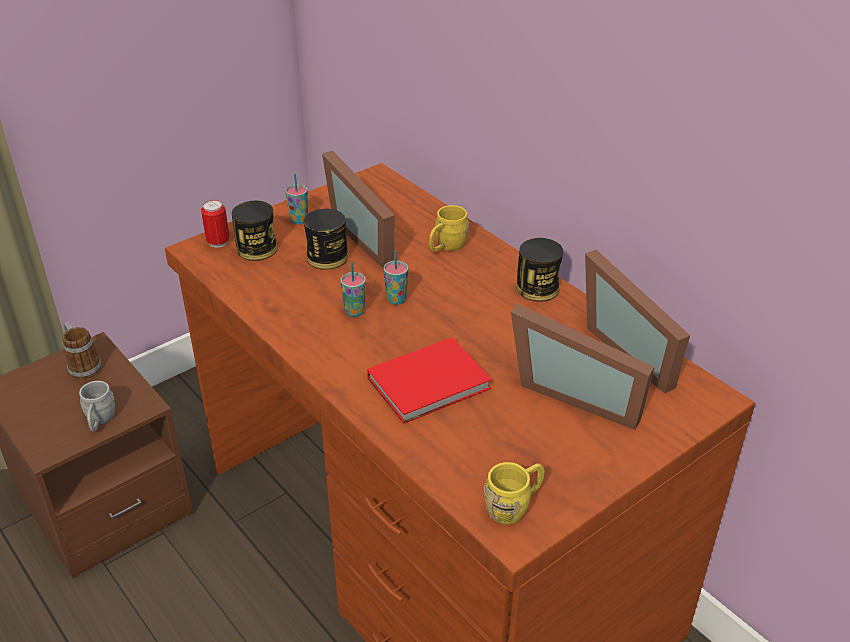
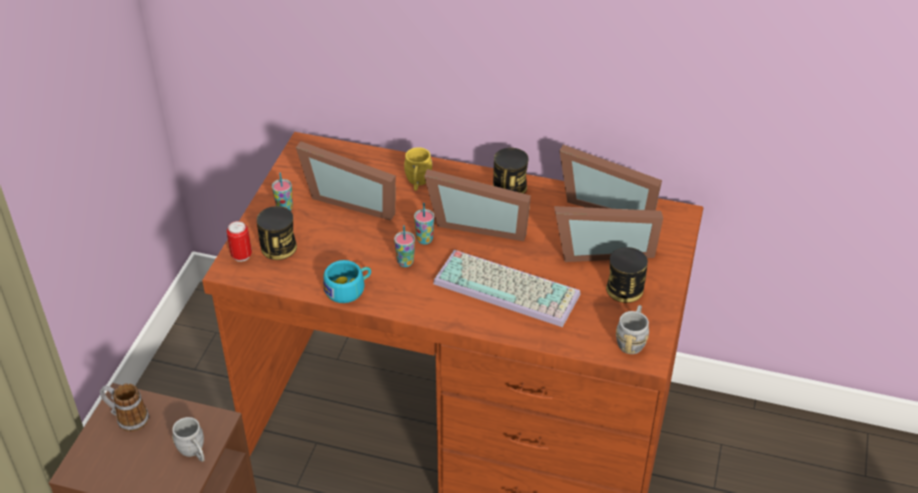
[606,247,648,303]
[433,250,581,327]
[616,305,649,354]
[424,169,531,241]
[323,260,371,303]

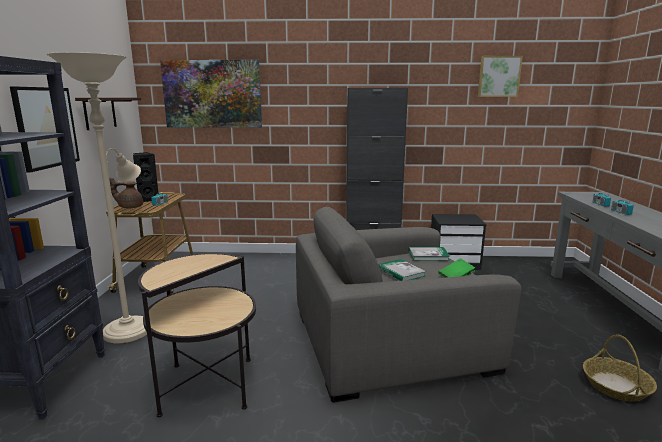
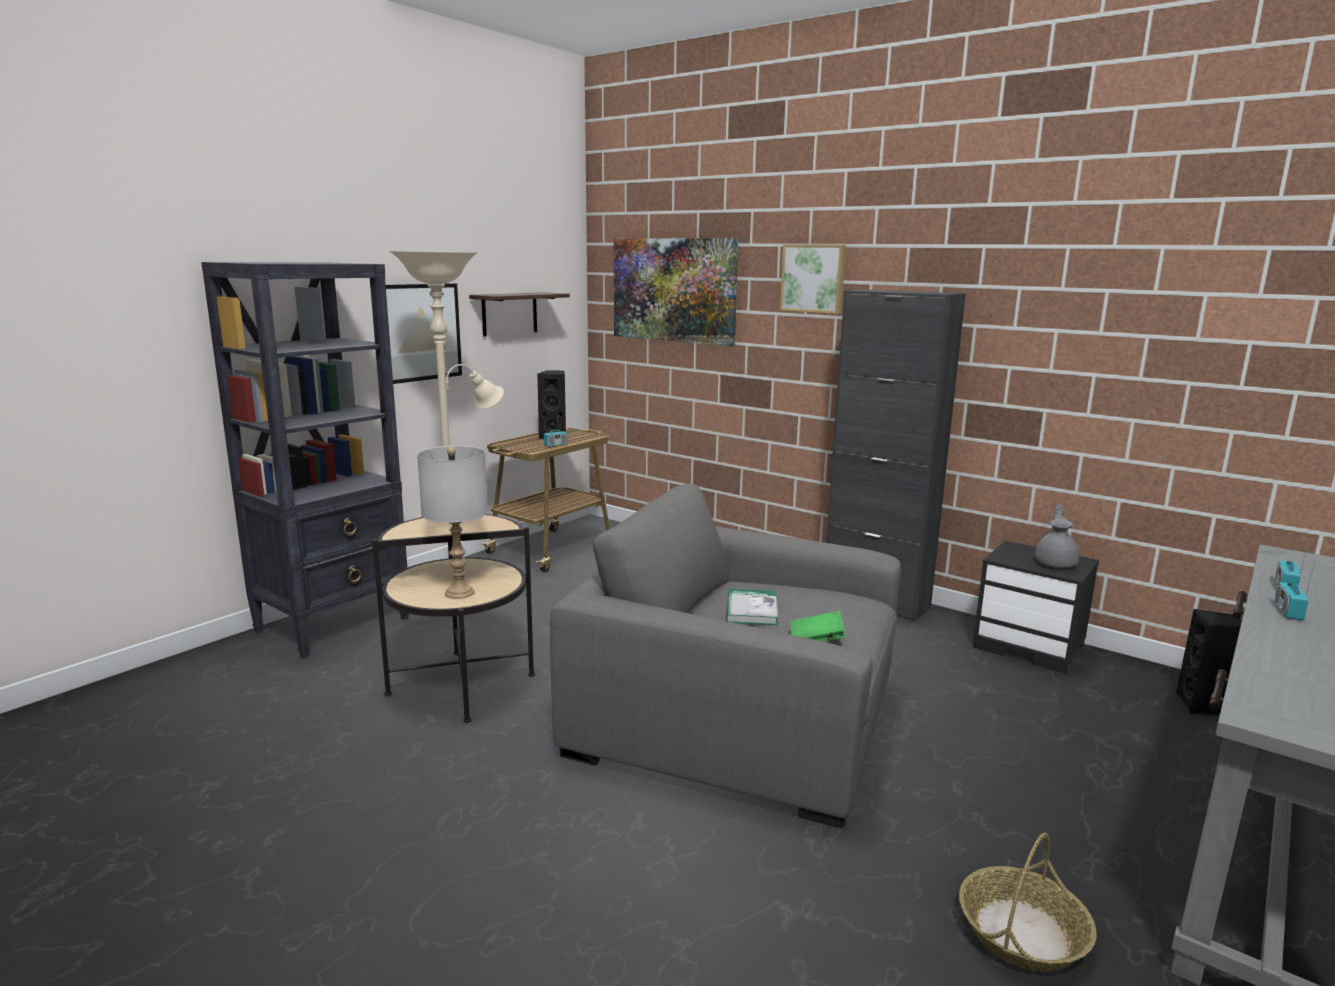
[780,245,846,314]
[109,177,143,208] (first image)
[409,247,450,261] (first image)
[417,446,488,599]
[1035,504,1079,568]
[1176,609,1242,715]

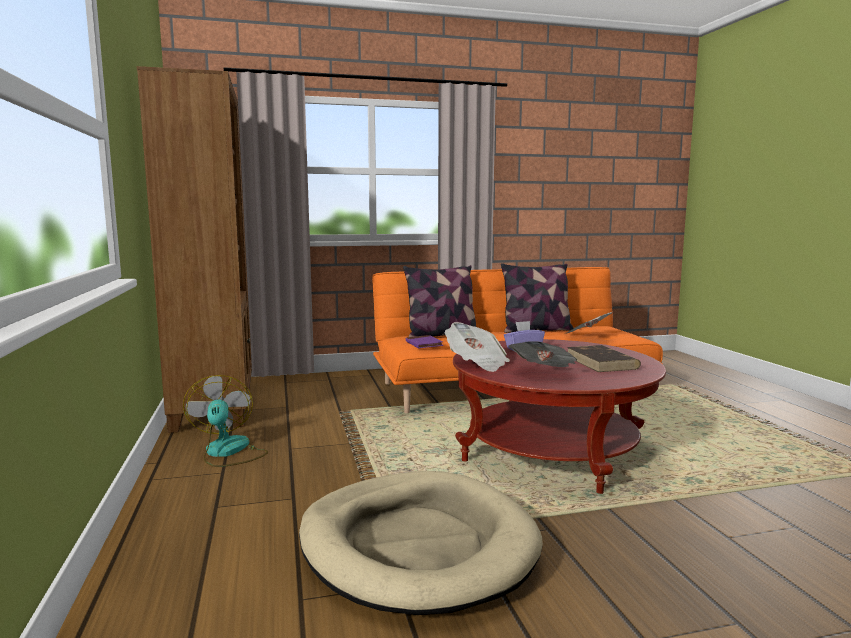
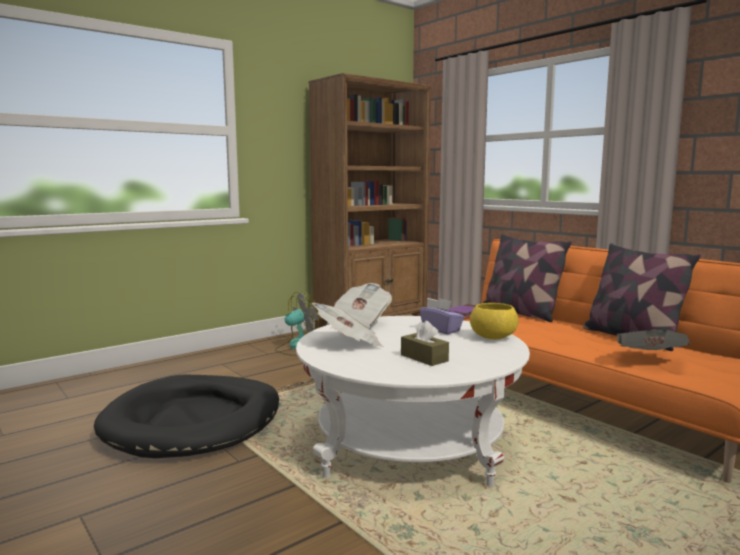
[296,316,530,487]
[401,320,449,366]
[94,375,279,458]
[470,303,519,339]

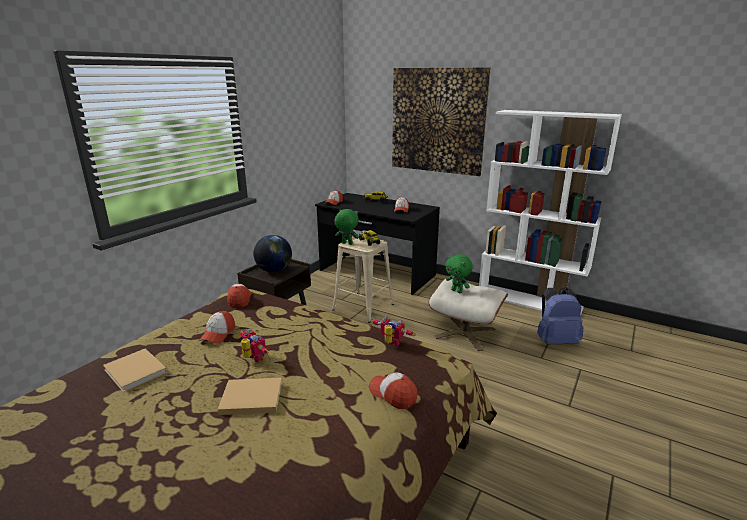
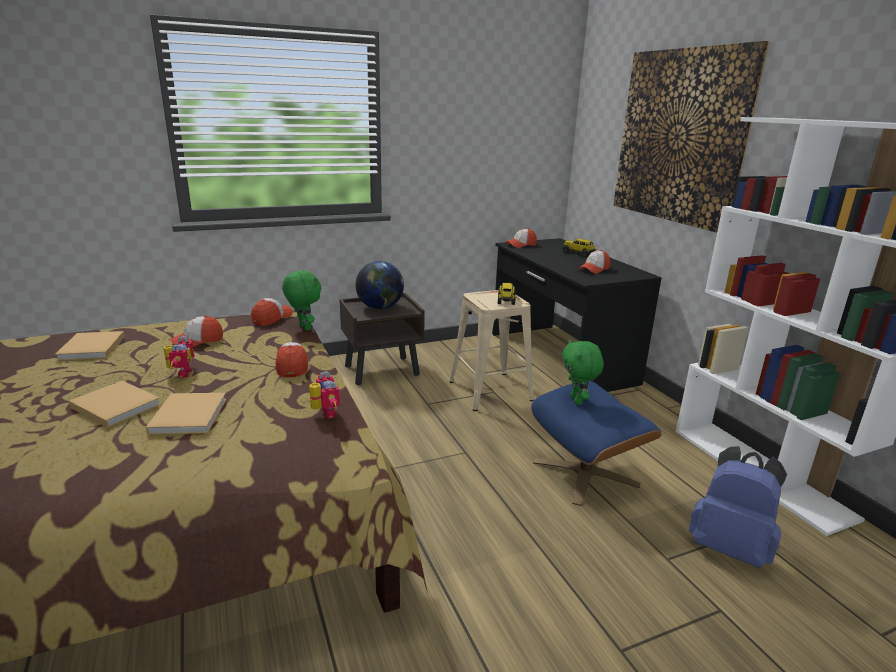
[282,270,321,331]
[531,381,661,506]
[276,342,309,377]
[146,393,227,435]

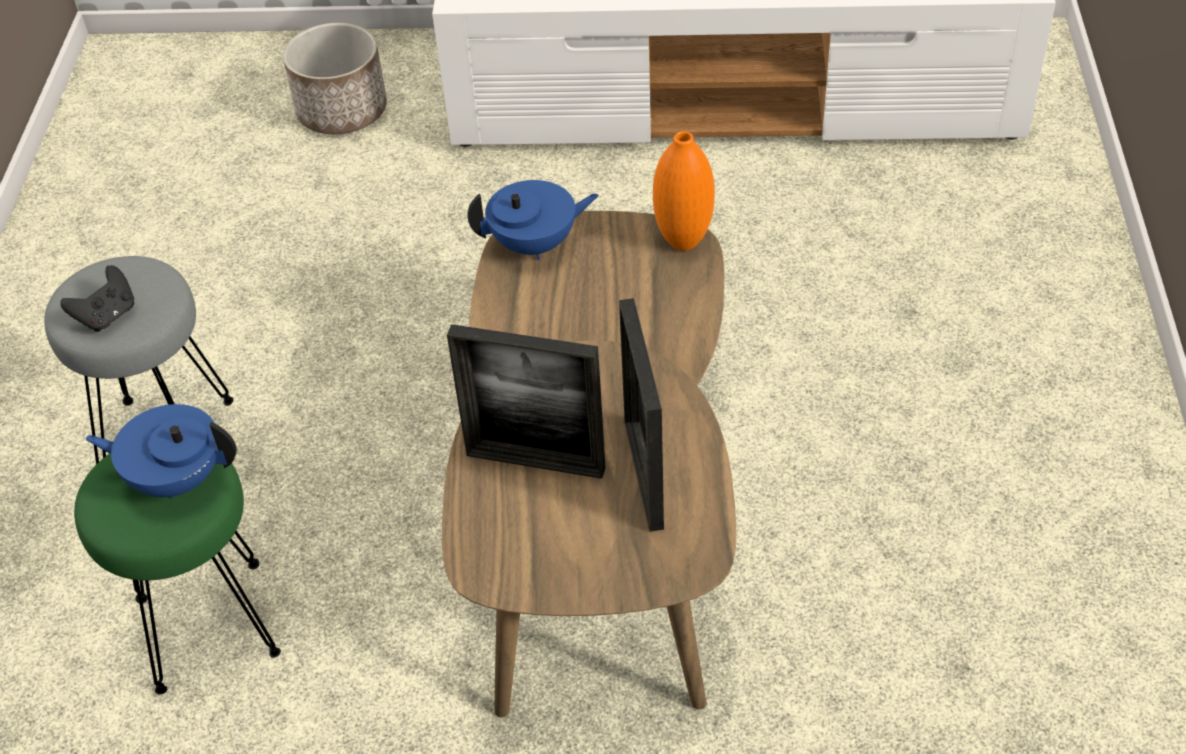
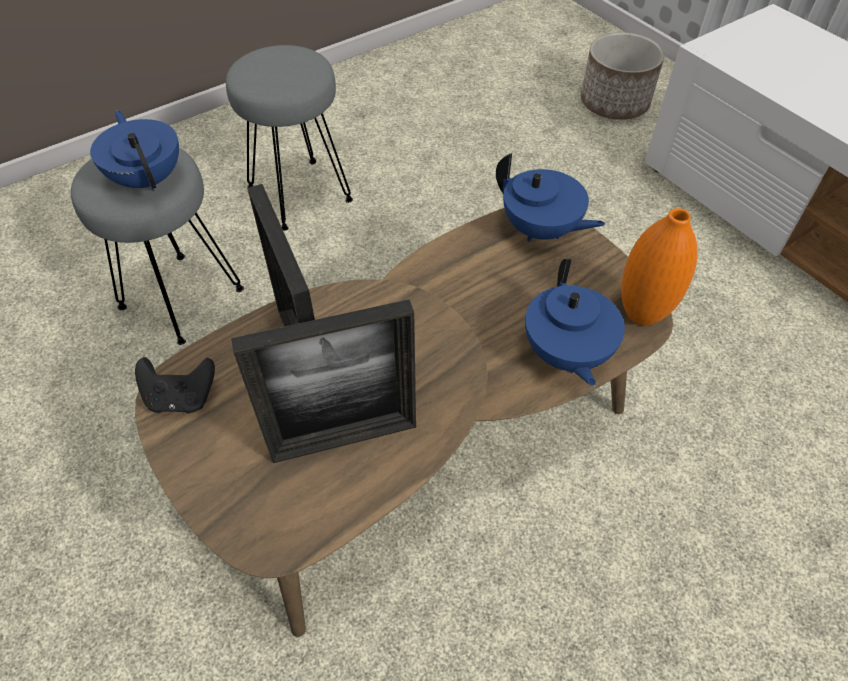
[135,357,215,413]
[231,299,416,463]
[71,148,244,345]
[525,259,625,386]

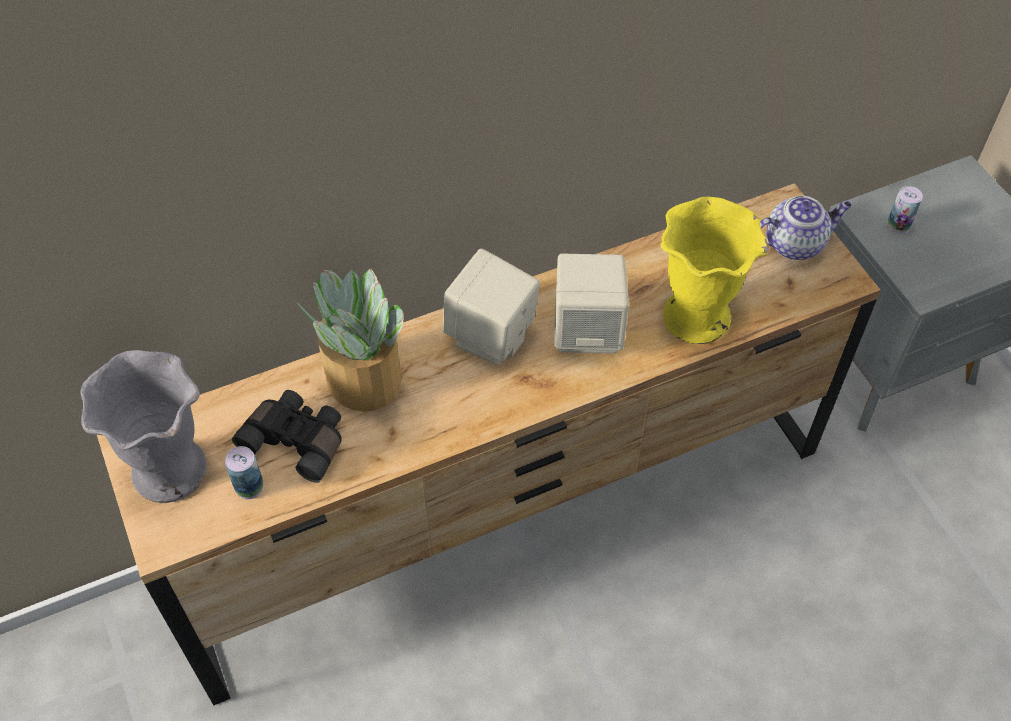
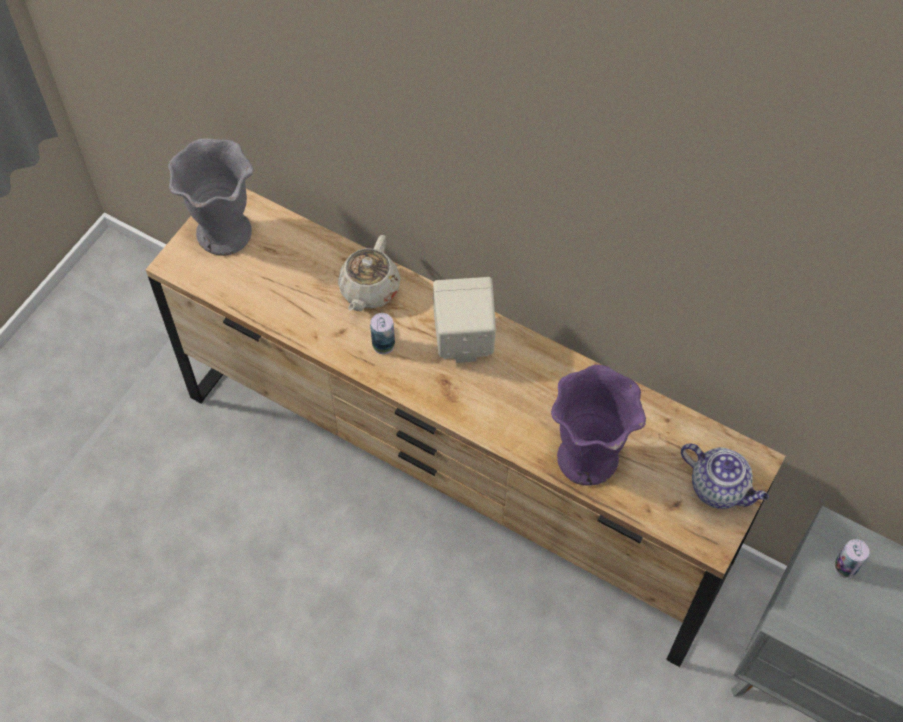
[551,365,646,486]
[554,253,629,353] (first image)
[338,235,400,311]
[232,390,342,483] (first image)
[370,313,395,354]

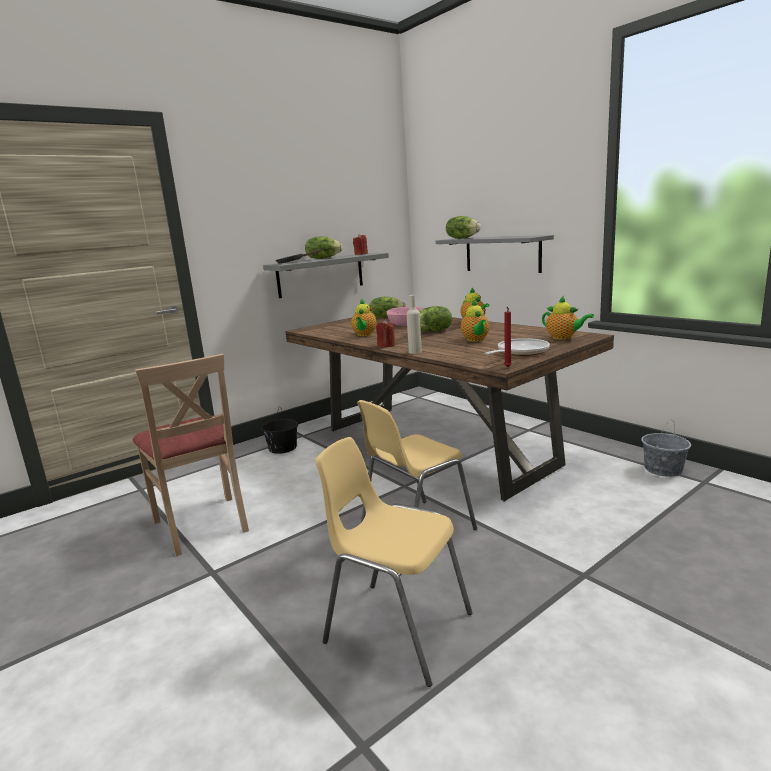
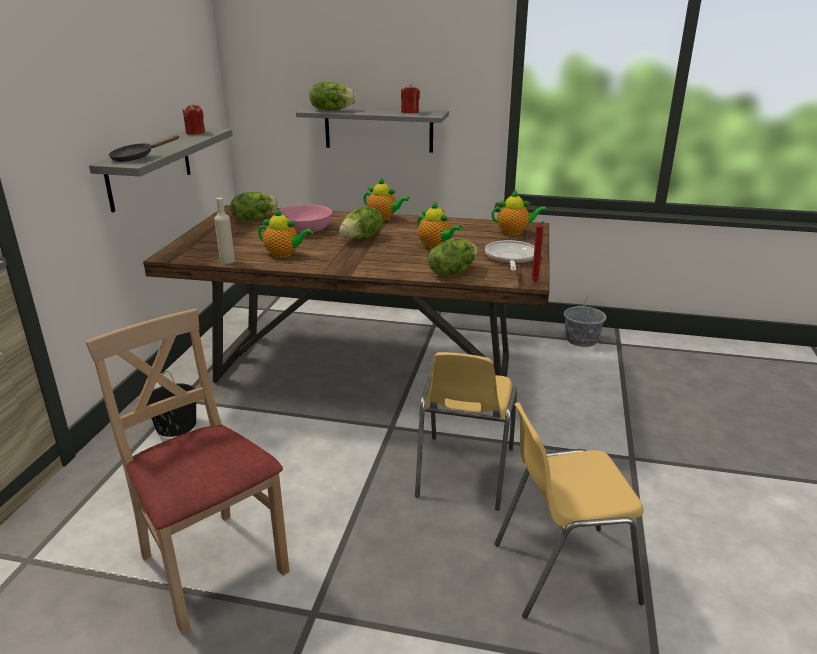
[428,239,478,276]
[214,197,235,264]
[258,208,313,258]
[401,84,420,113]
[85,309,290,634]

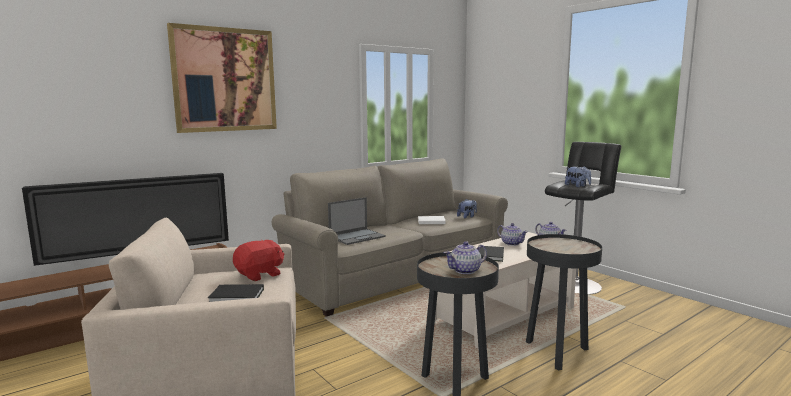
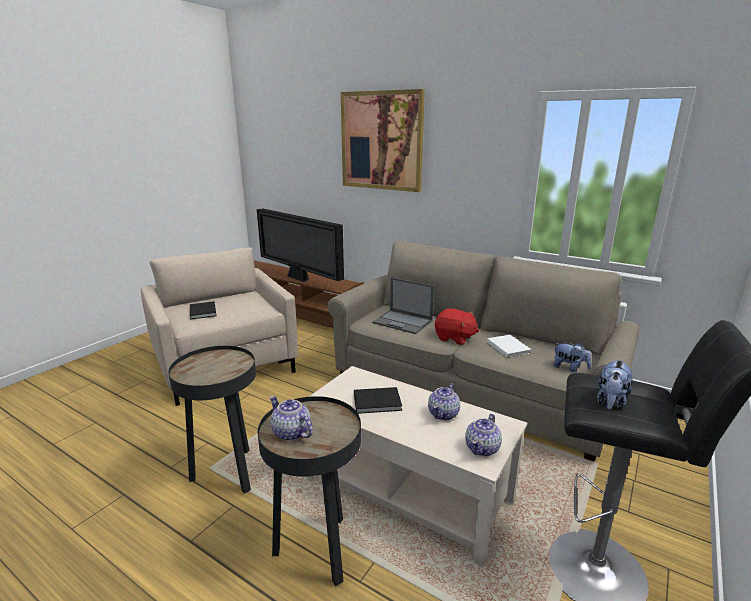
[435,308,479,345]
[270,396,313,441]

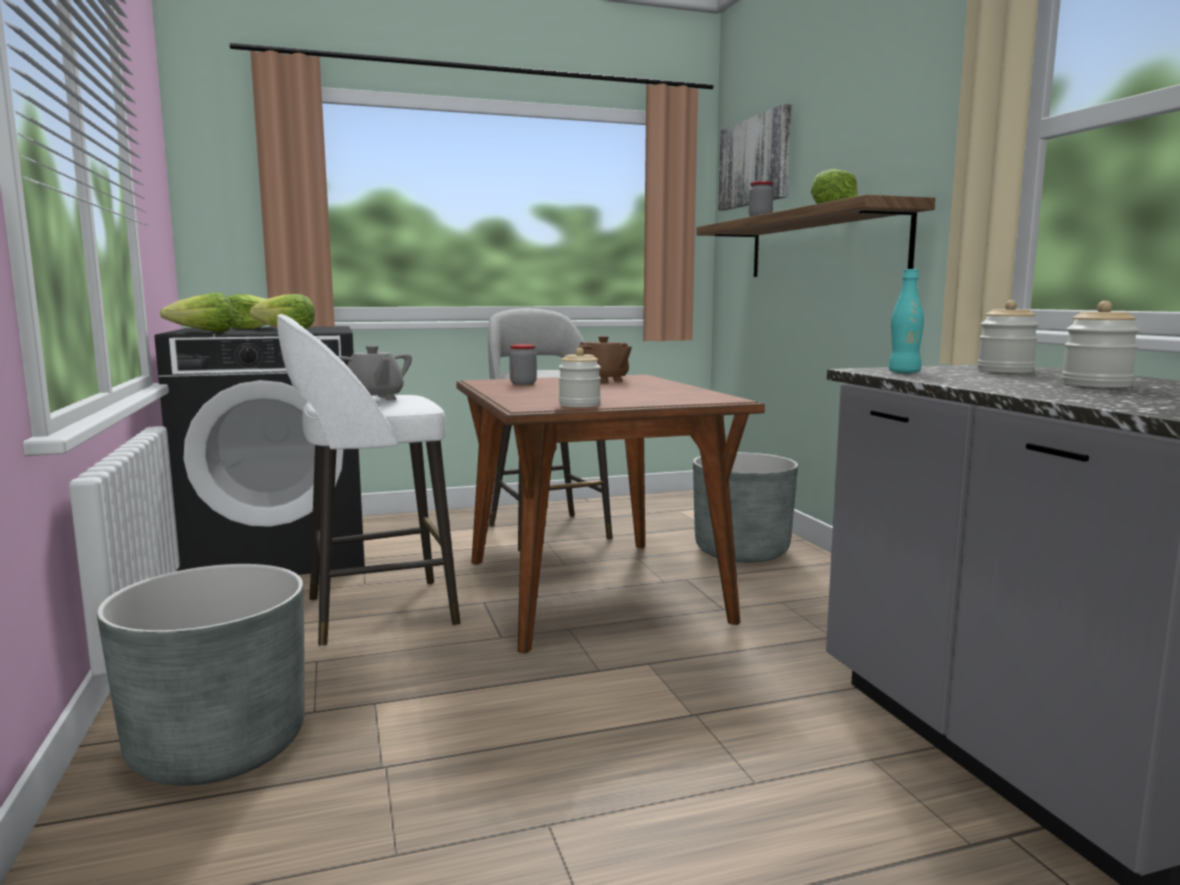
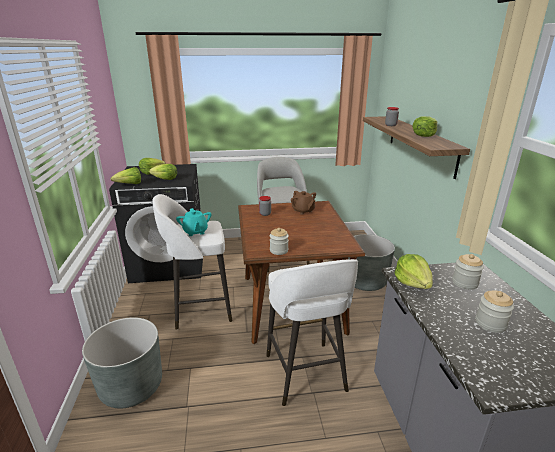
[718,104,791,211] (first image)
[394,254,433,289]
[176,208,211,236]
[266,259,358,406]

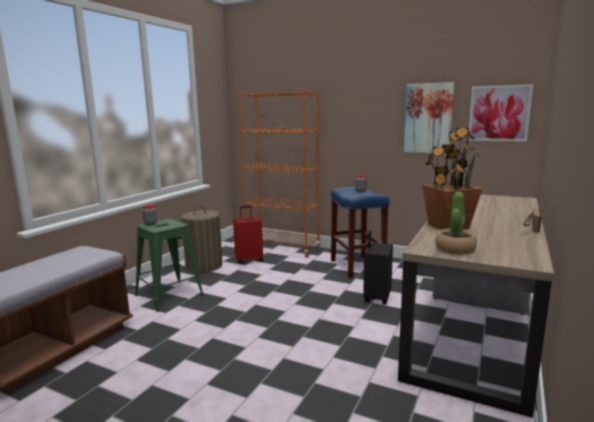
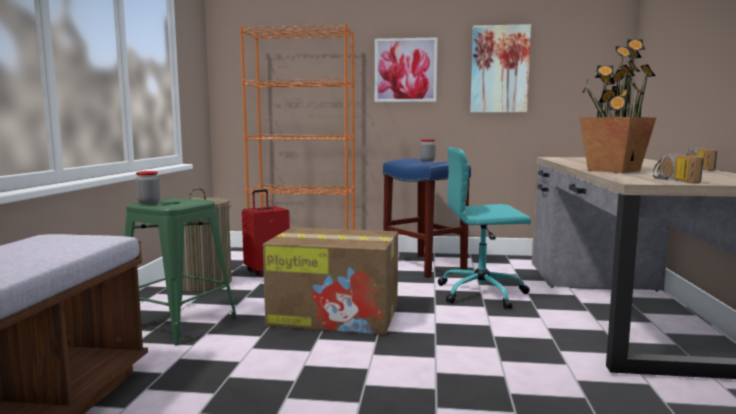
[375,38,438,102]
[653,154,703,183]
[438,147,531,309]
[263,227,398,335]

